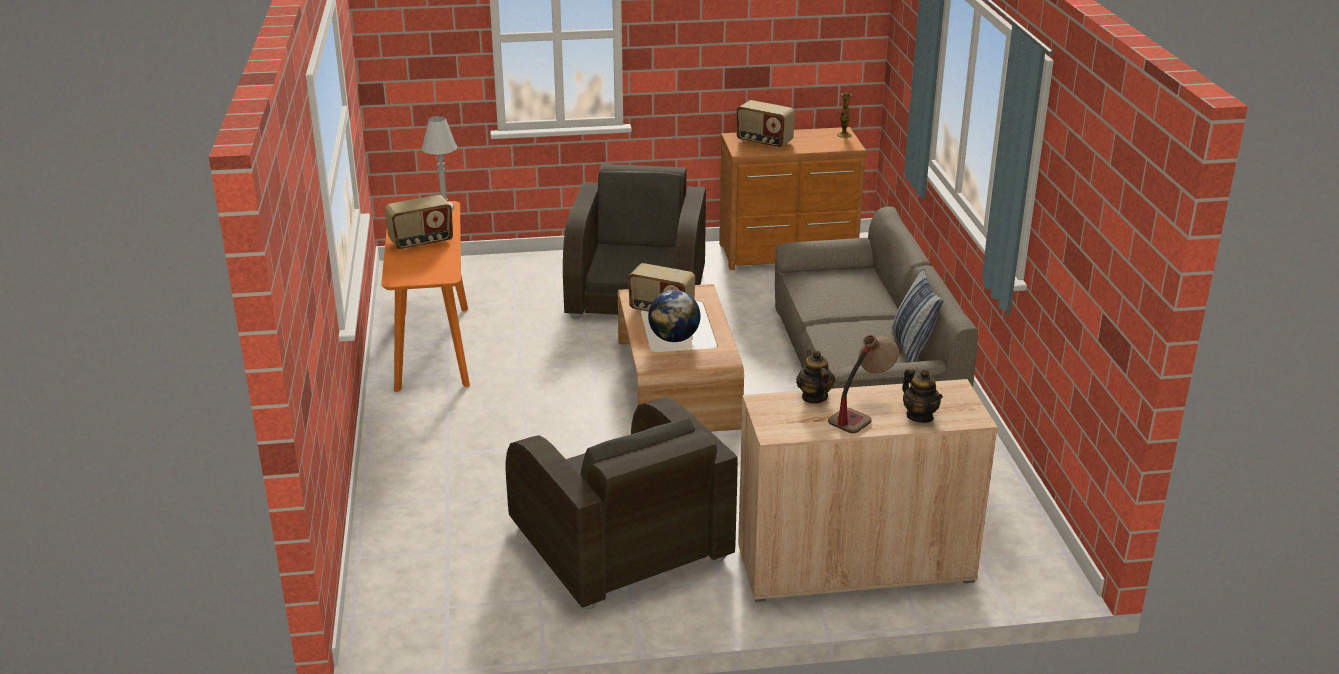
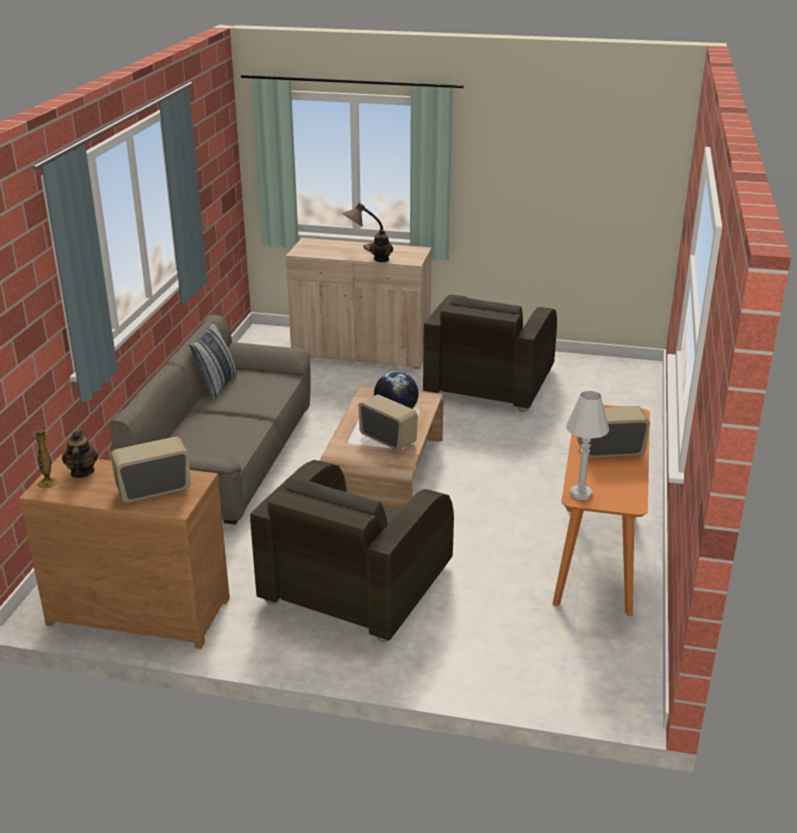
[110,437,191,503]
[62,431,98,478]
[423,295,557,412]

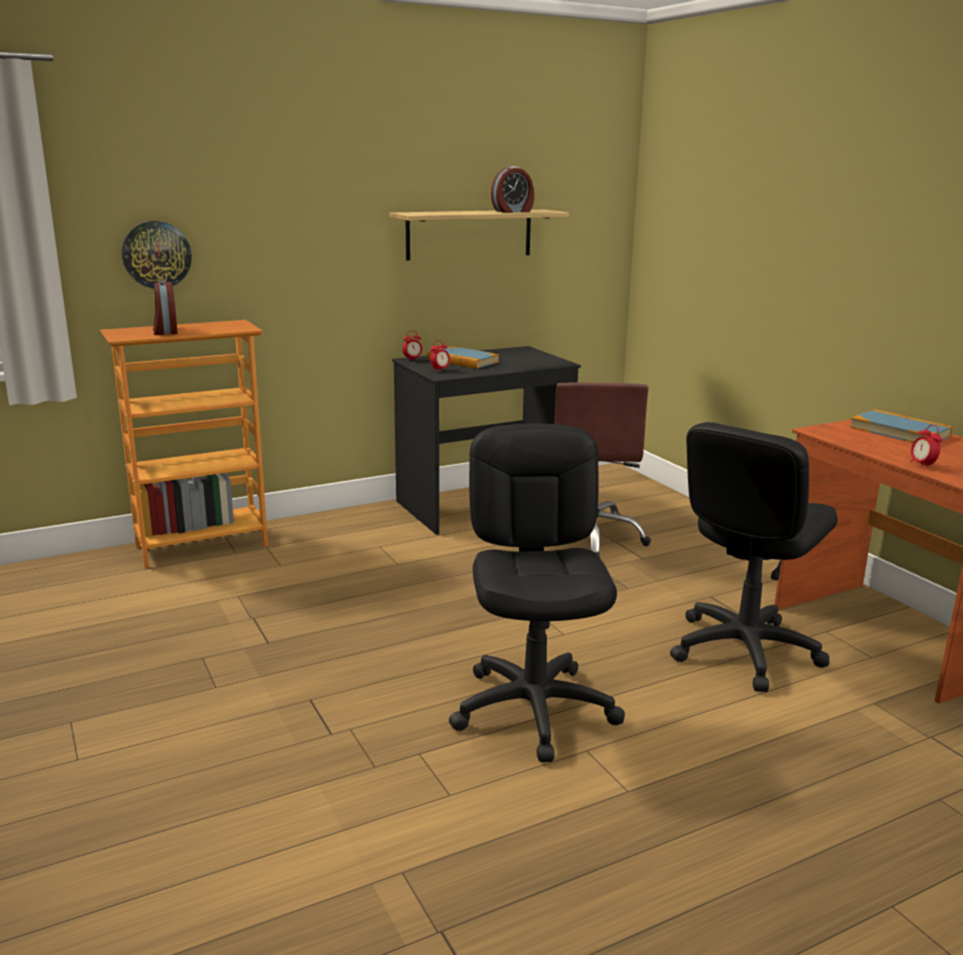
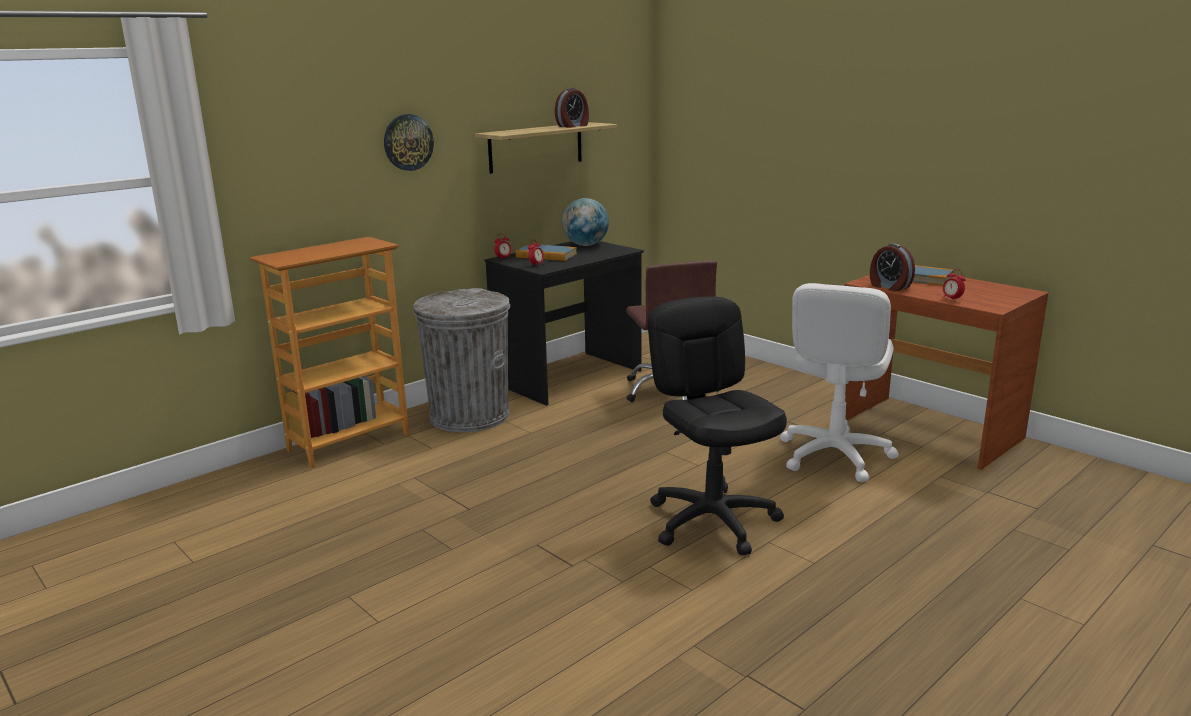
[384,114,434,171]
[870,244,915,292]
[780,283,899,482]
[562,198,609,246]
[413,288,510,432]

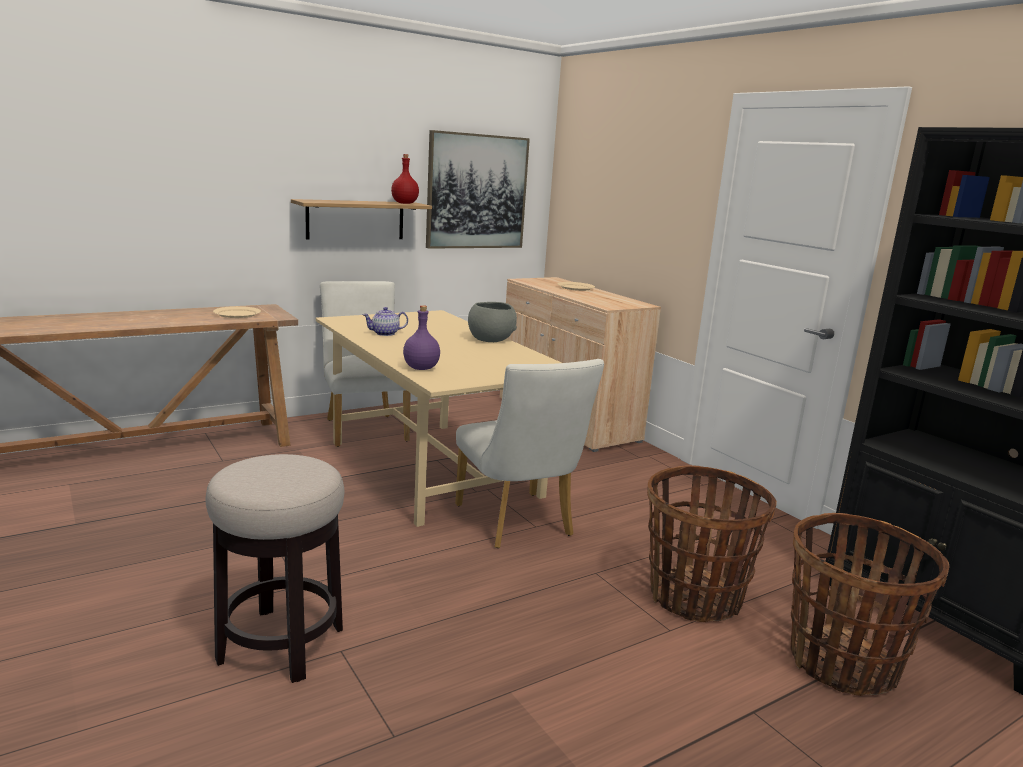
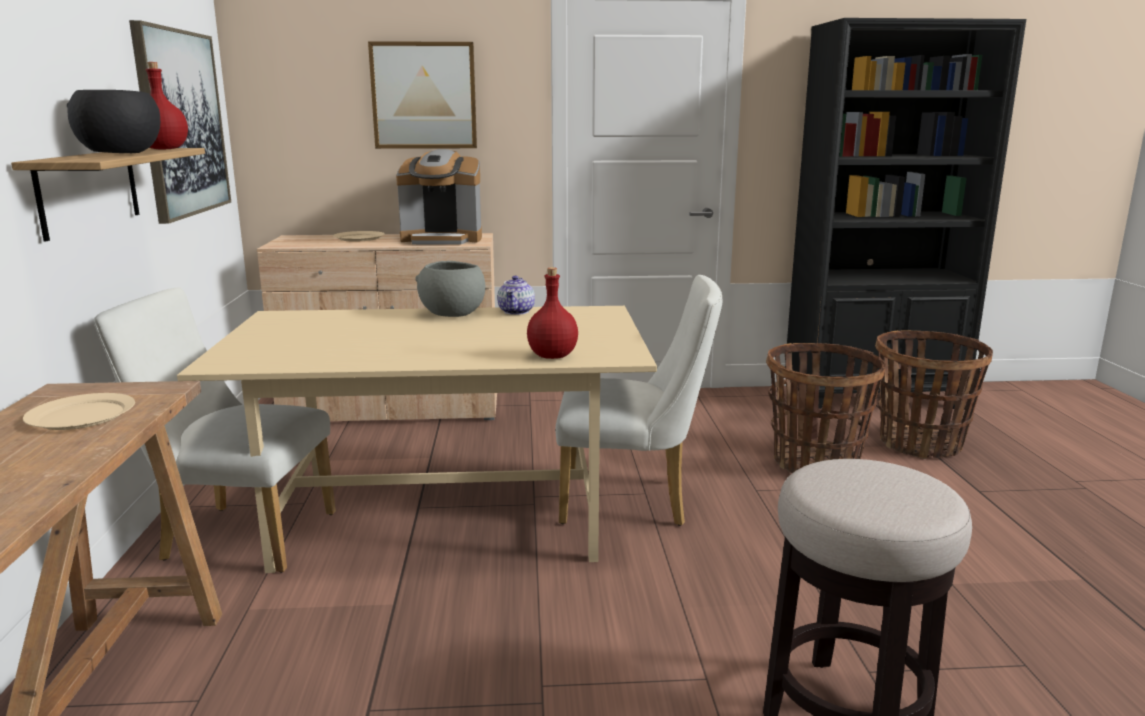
[527,267,578,359]
[497,276,535,315]
[368,41,477,149]
[67,90,160,153]
[396,149,482,245]

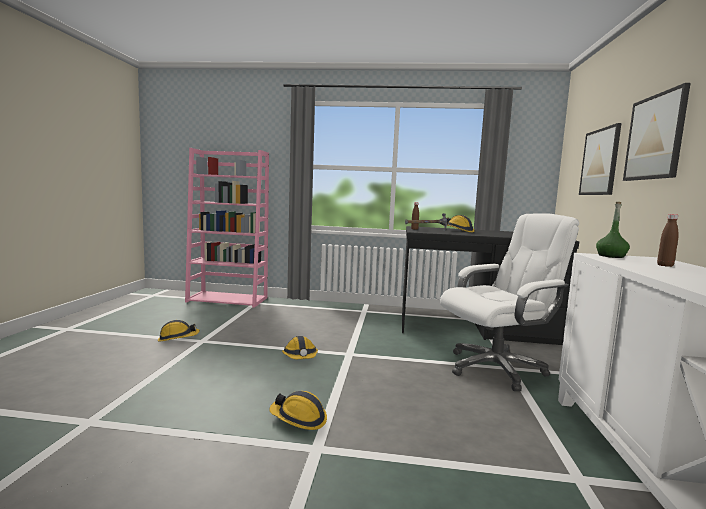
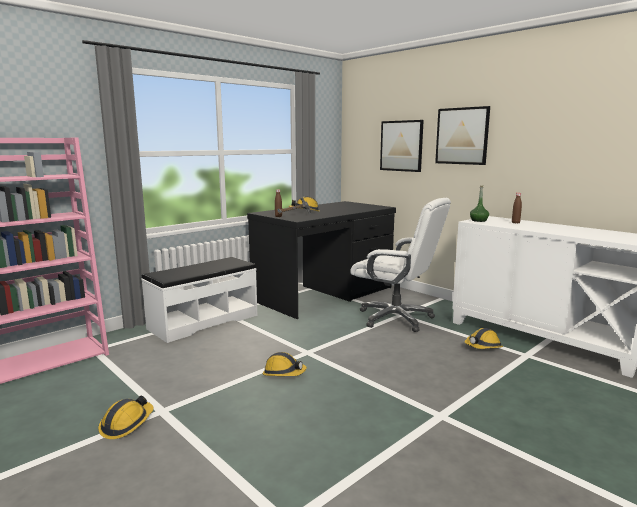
[350,198,451,332]
[465,328,503,349]
[141,257,258,343]

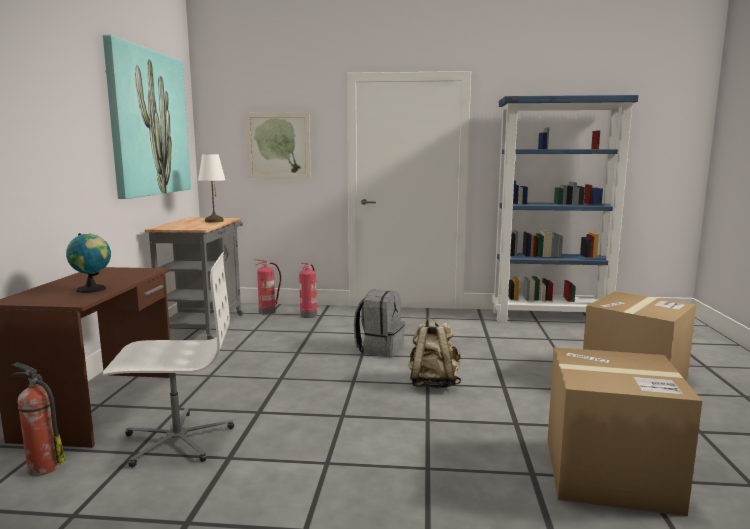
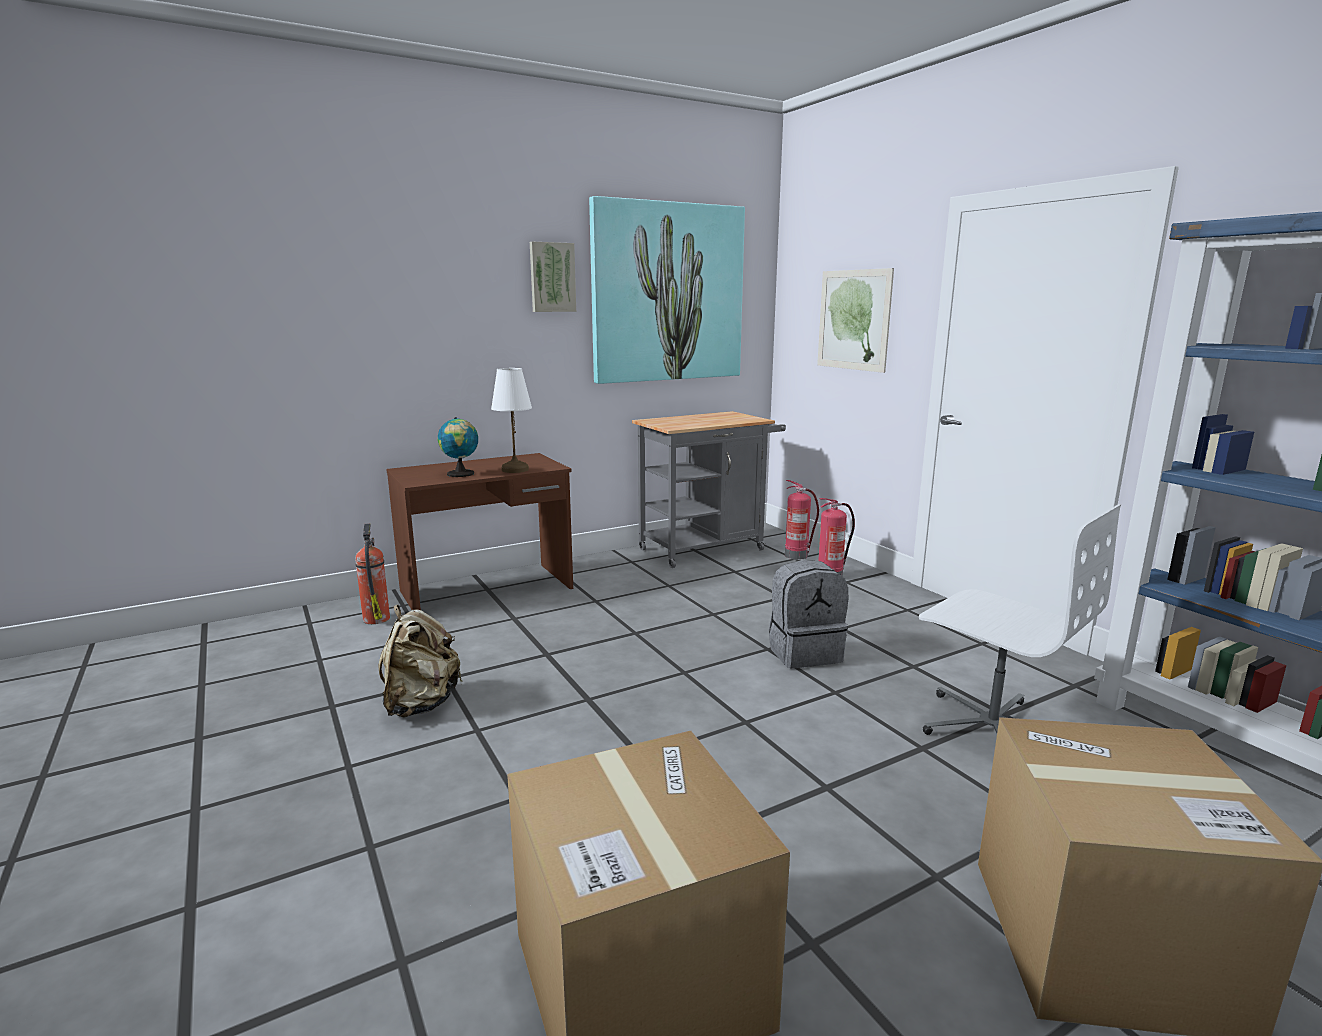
[491,368,532,473]
[919,504,1122,735]
[378,605,463,718]
[530,242,576,312]

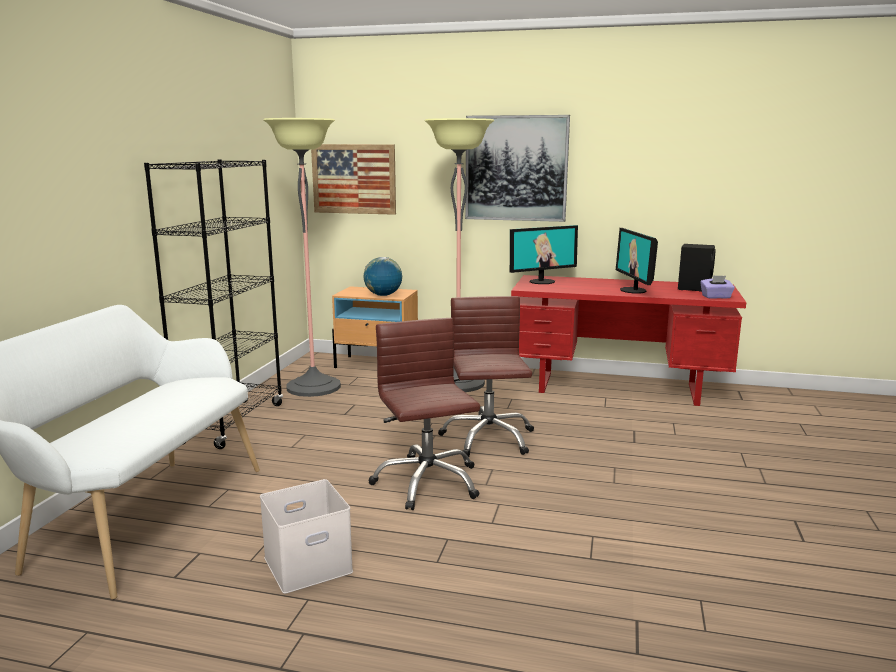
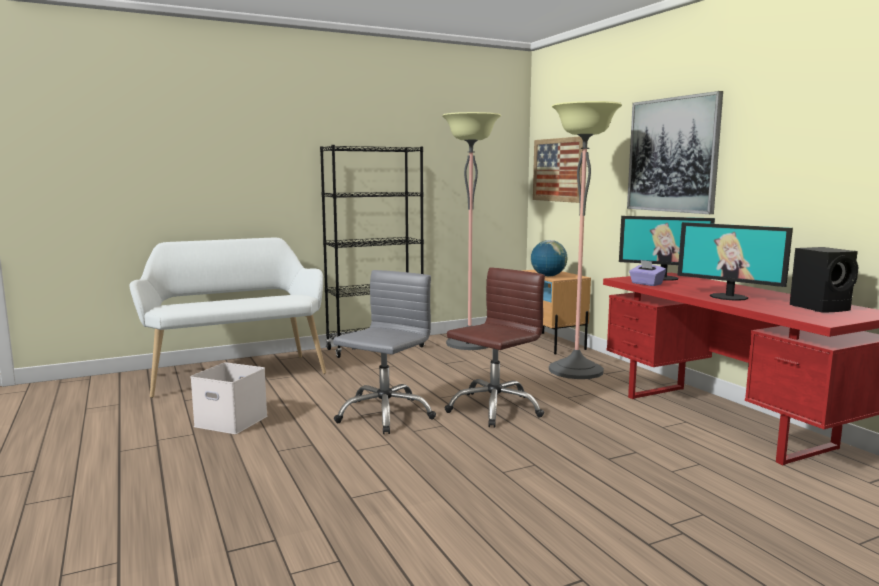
[677,222,793,301]
[629,260,666,286]
[333,270,436,434]

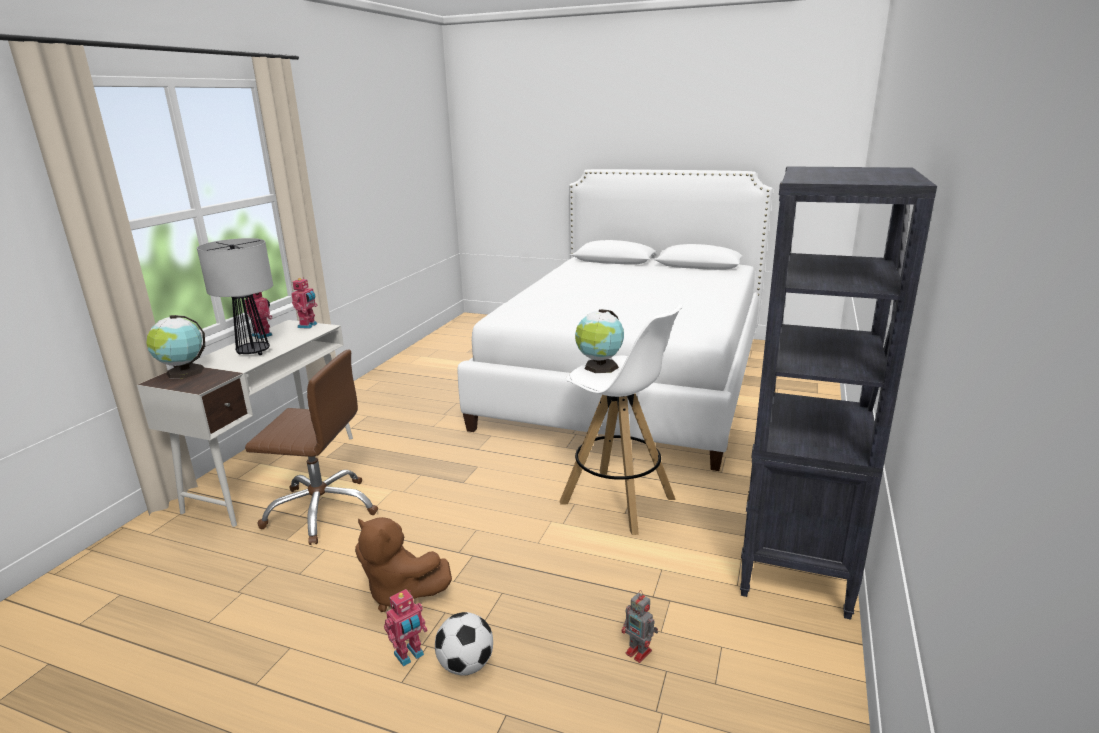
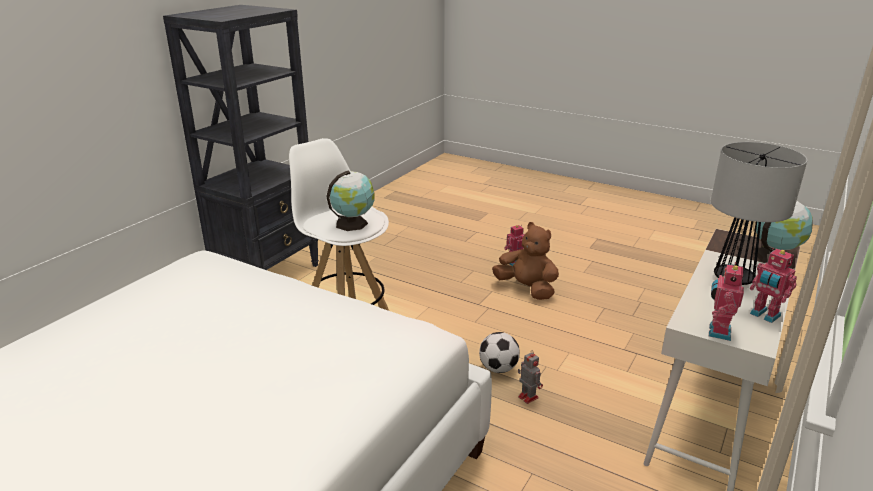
[245,350,378,545] (first image)
[518,350,543,404]
[479,332,520,373]

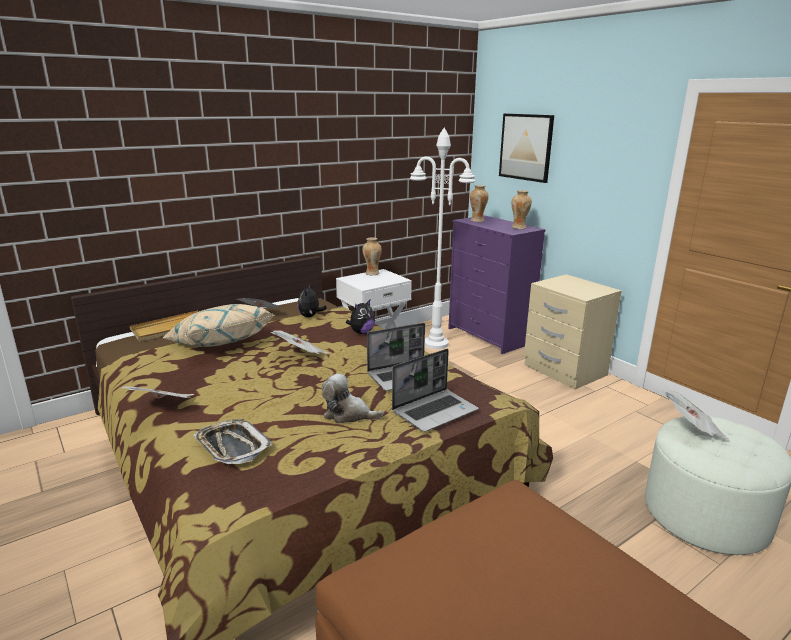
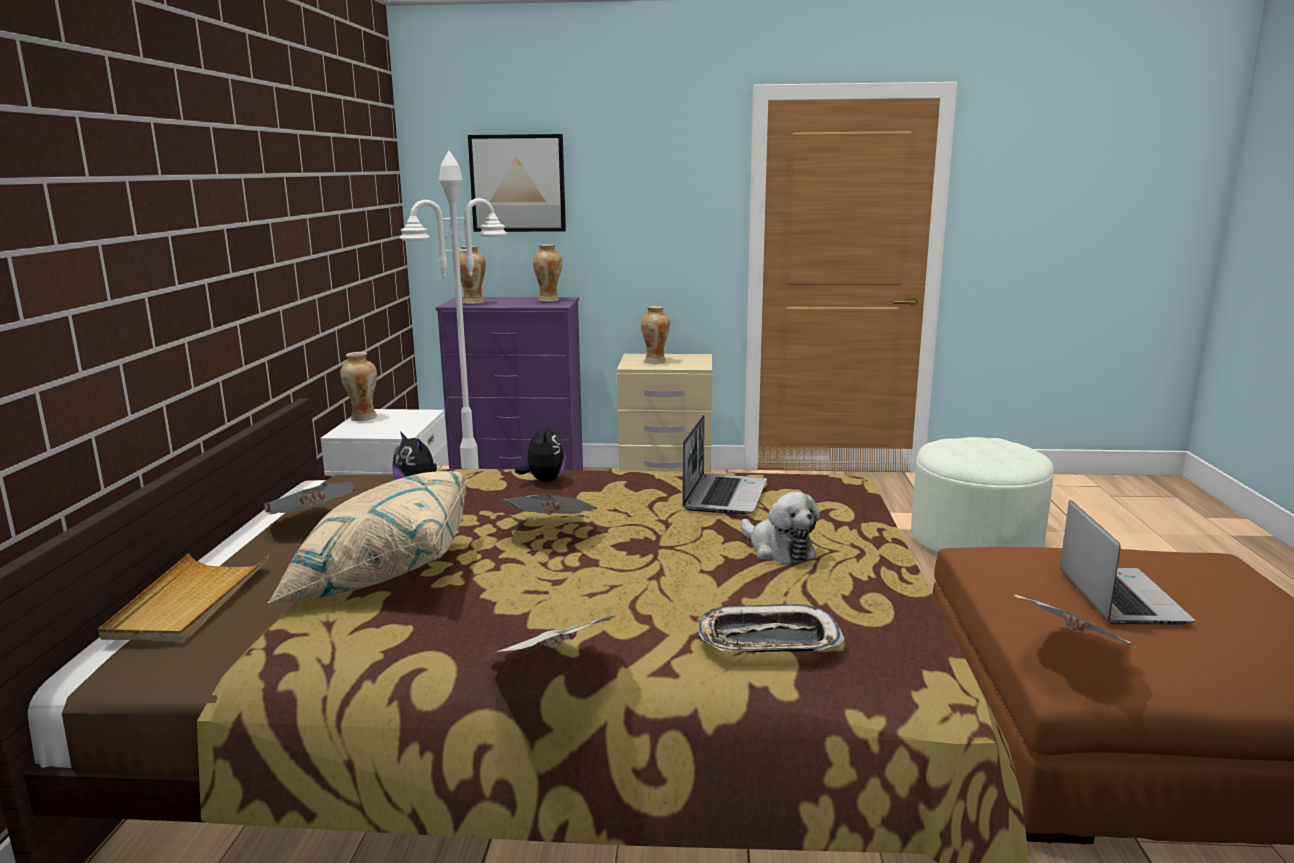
[1060,500,1195,625]
[741,492,820,565]
[1014,595,1134,647]
[641,306,670,364]

